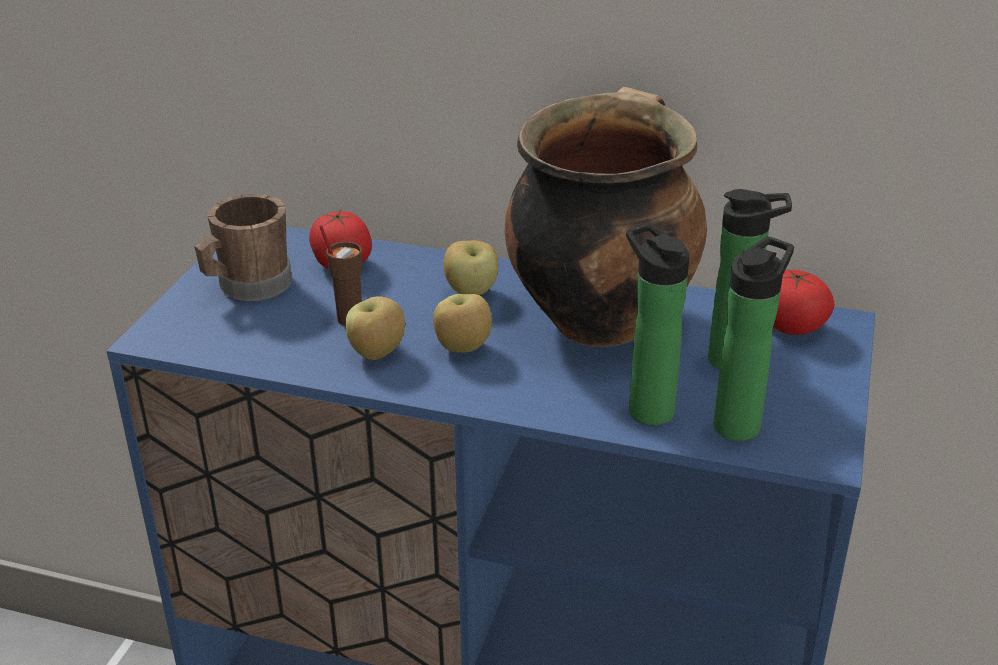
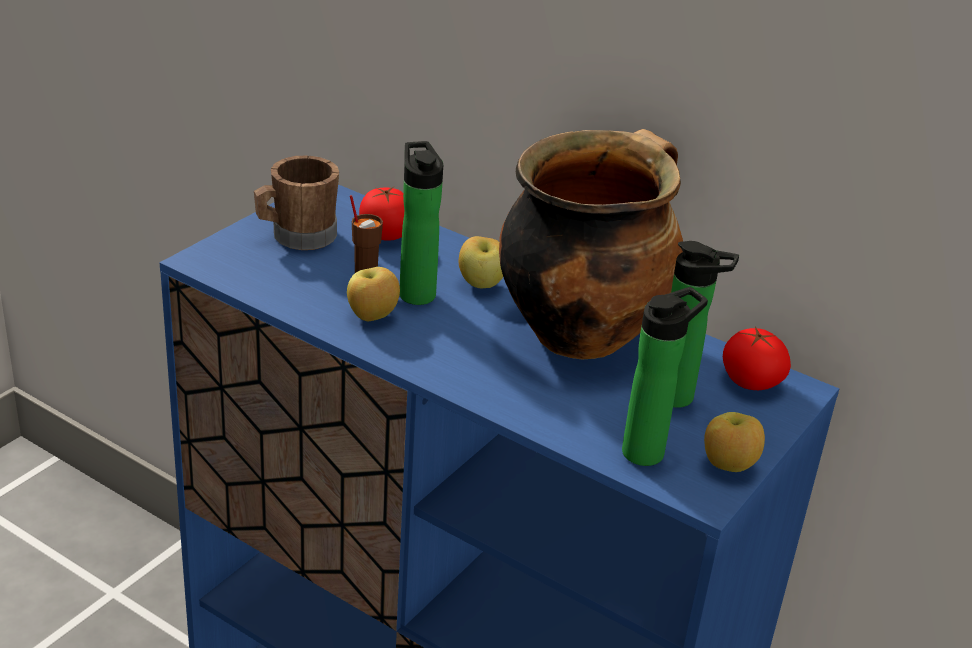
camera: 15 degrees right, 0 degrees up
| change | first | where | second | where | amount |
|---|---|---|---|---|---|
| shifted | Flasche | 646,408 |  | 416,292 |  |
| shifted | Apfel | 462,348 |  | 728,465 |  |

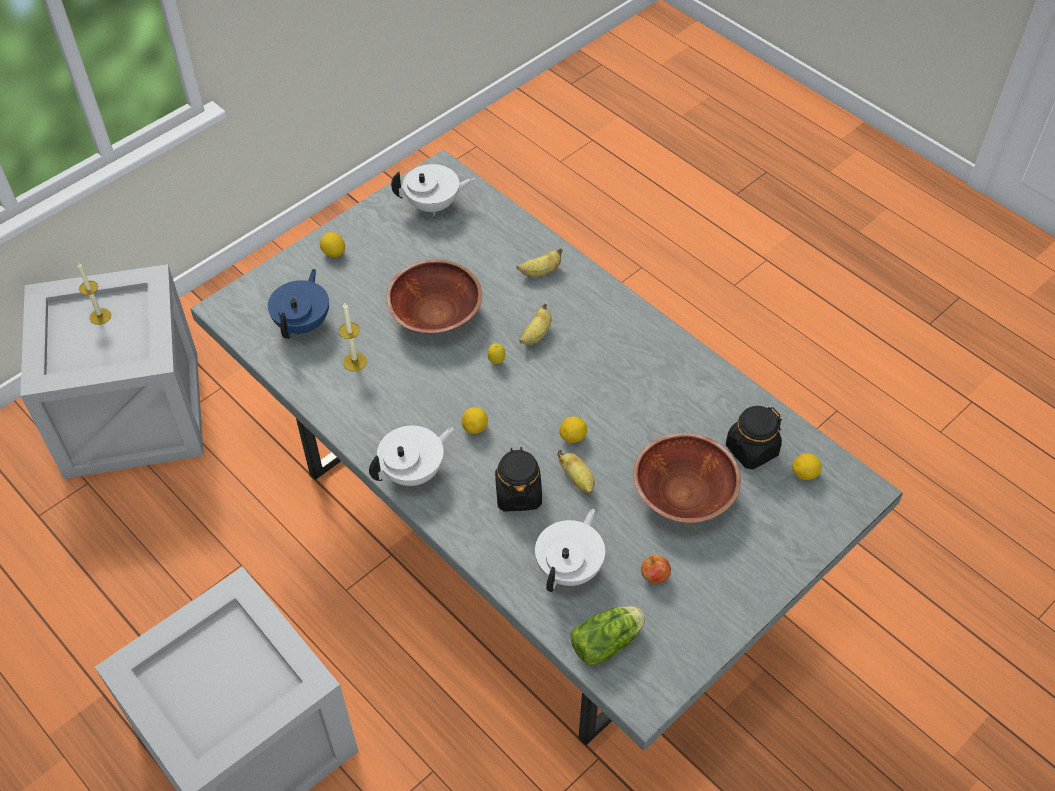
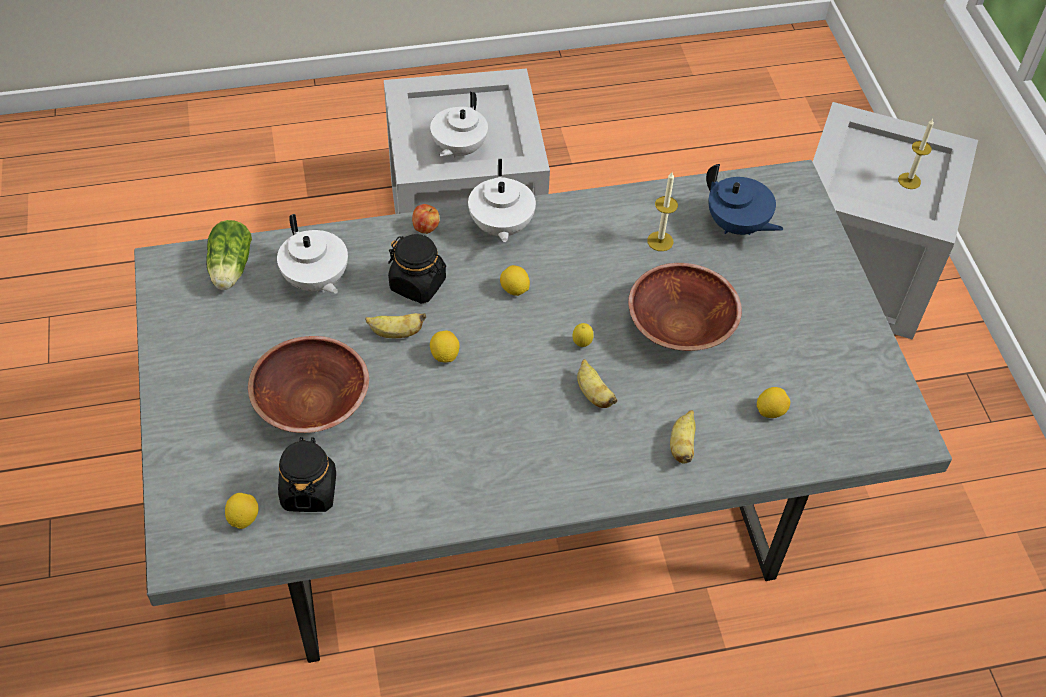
camera: 120 degrees right, 0 degrees up
| change | first | where | second | where | amount |
|---|---|---|---|---|---|
| shifted | Teekanne/weiß | 433,205 |  | 458,149 |  |
| shifted | Zitrone | 333,253 |  | 770,411 |  |
| shifted | Apfel | 654,576 |  | 426,228 |  |

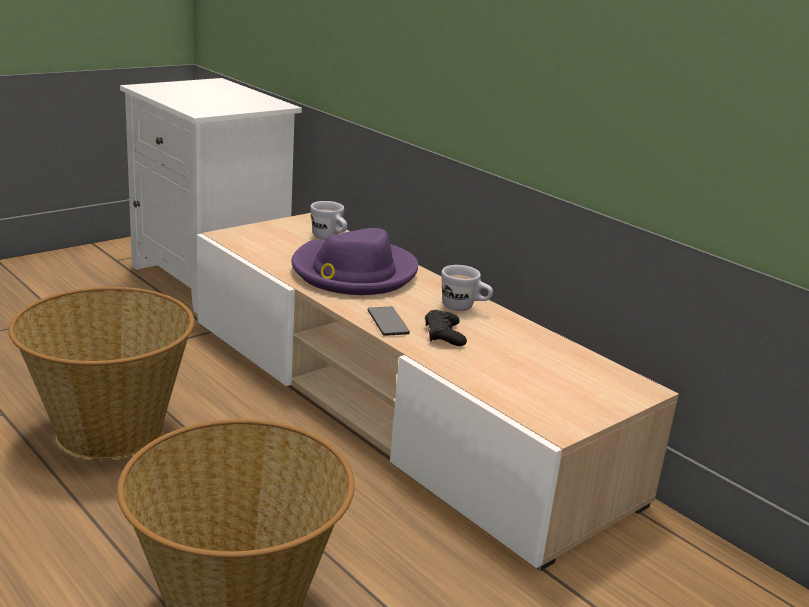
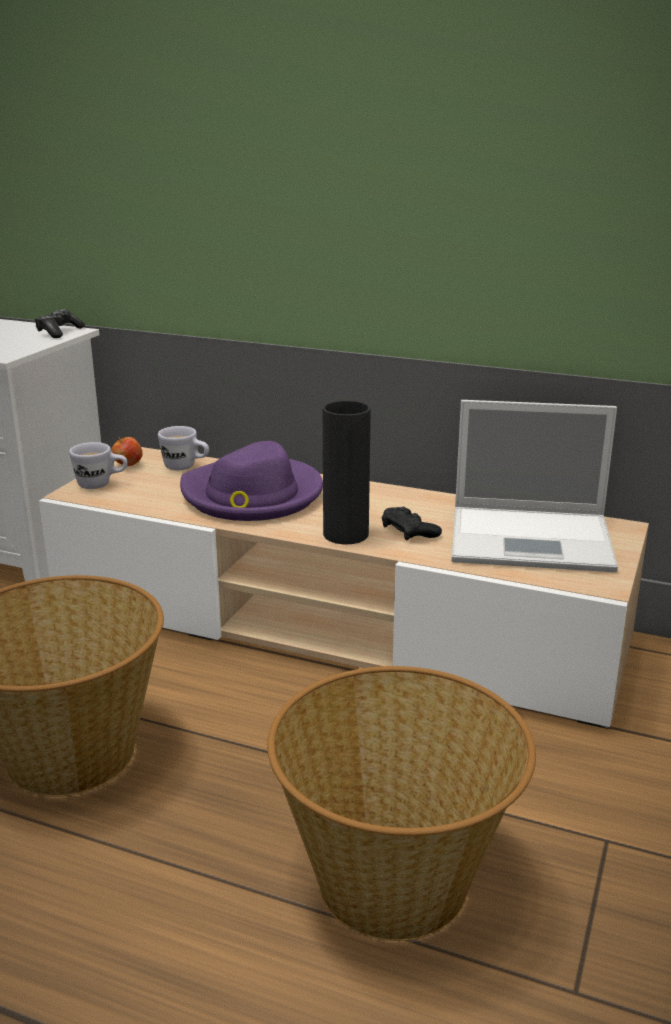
camera: 25 degrees left, 0 degrees up
| change | first | where | second | where | amount |
|---|---|---|---|---|---|
| shifted | Henkelbecher/weiß | 464,308 |  | 101,484 |  |
| swapped | Handy | 388,322 | Vase/schwarz | 346,534 |  |
| new |  |  | Gamepad | 59,332 |  |
| new |  |  | Laptop | 534,539 |  |
| new |  |  | Apfel | 128,465 |  |

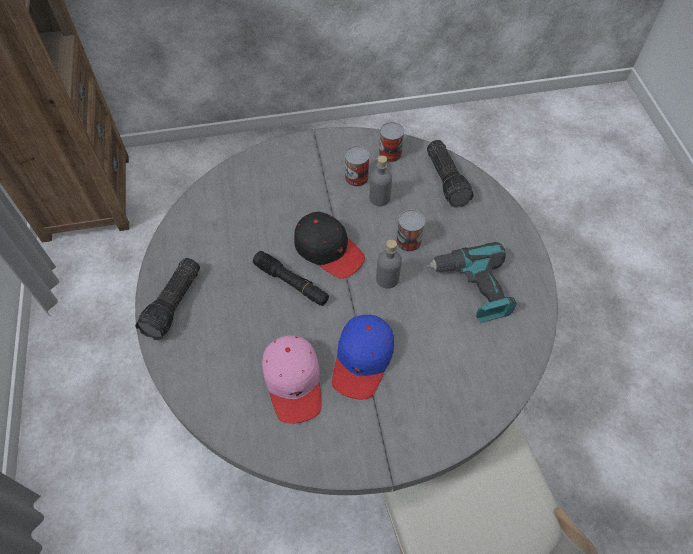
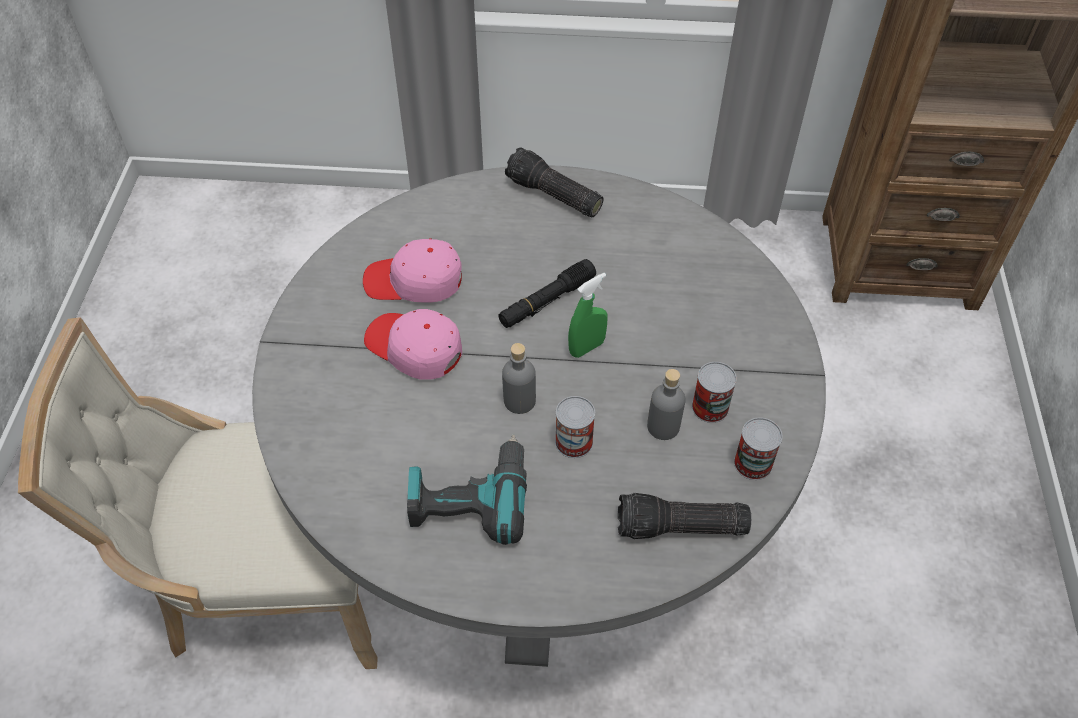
camera: 105 degrees right, 5 degrees down
| change | first | where | second | where | amount |
|---|---|---|---|---|---|
| swapped | Kappe/schwarz | 328,250 | Sprühflasche/grün | 587,347 |  |
| repainted | Kappe/blau | 363,360 | Kappe/rosa | 414,348 |  |

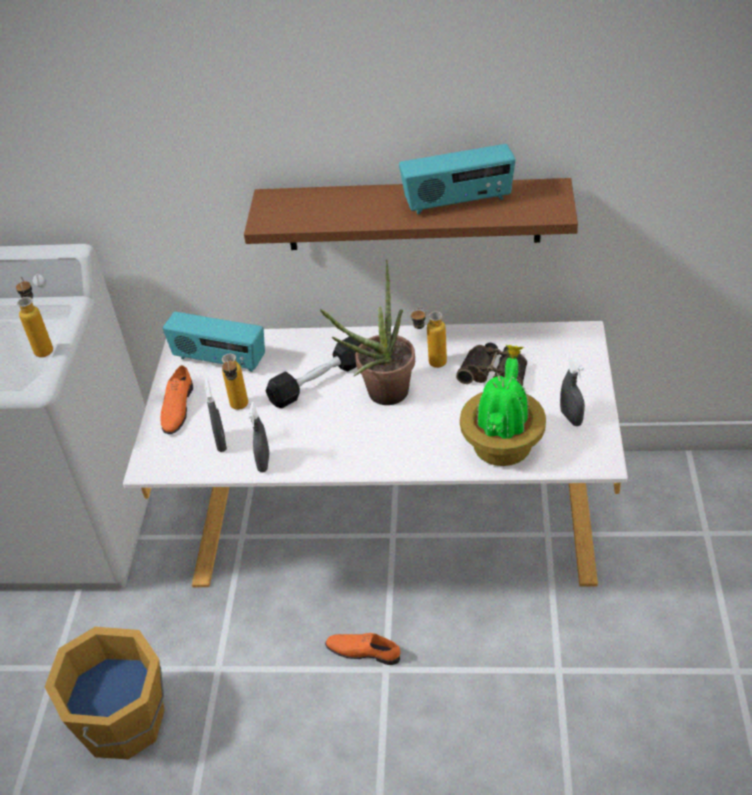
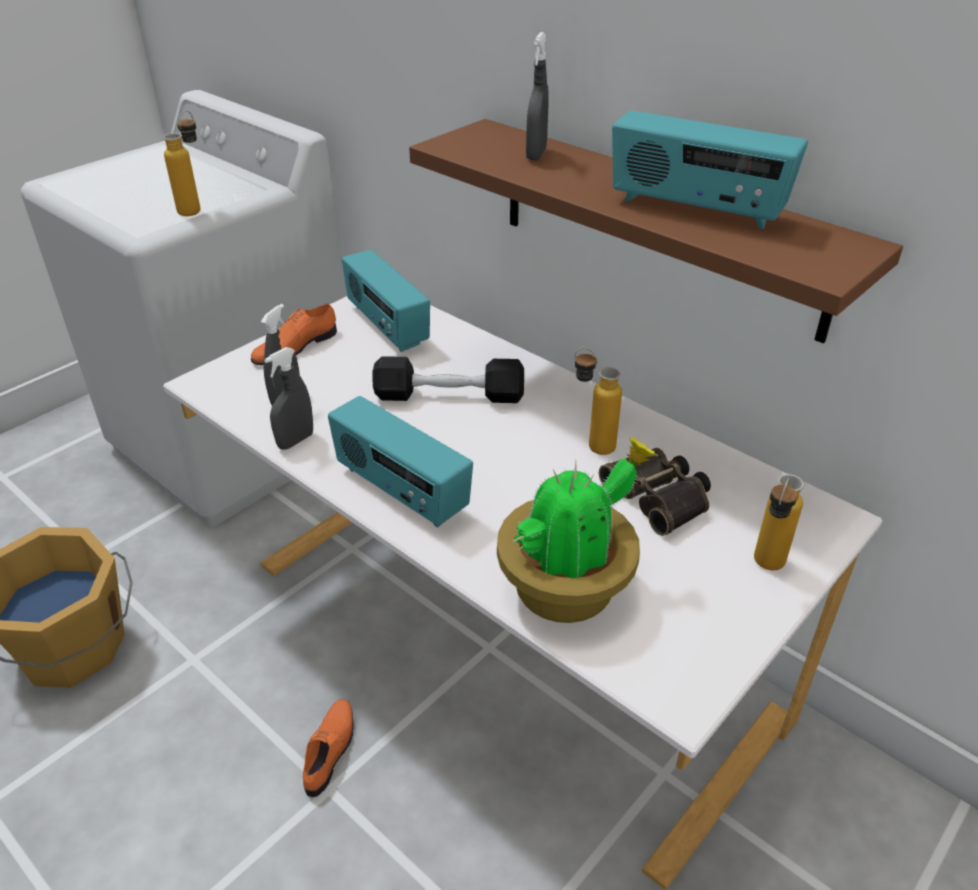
camera: 35 degrees right, 5 degrees down
| change | first | where | second | where | amount |
|---|---|---|---|---|---|
| gone | Topfpflanze | 381,396 |  |  |  |
| shifted | Flasche | 239,409 |  | 765,569 |  |
| shifted | Sprühflasche/grau | 571,418 |  | 536,154 |  |
| rotated | Schuh/orange | 363,650 |  | 330,749 | 45 degrees clockwise |
| new |  |  | Radio | 400,491 |  |

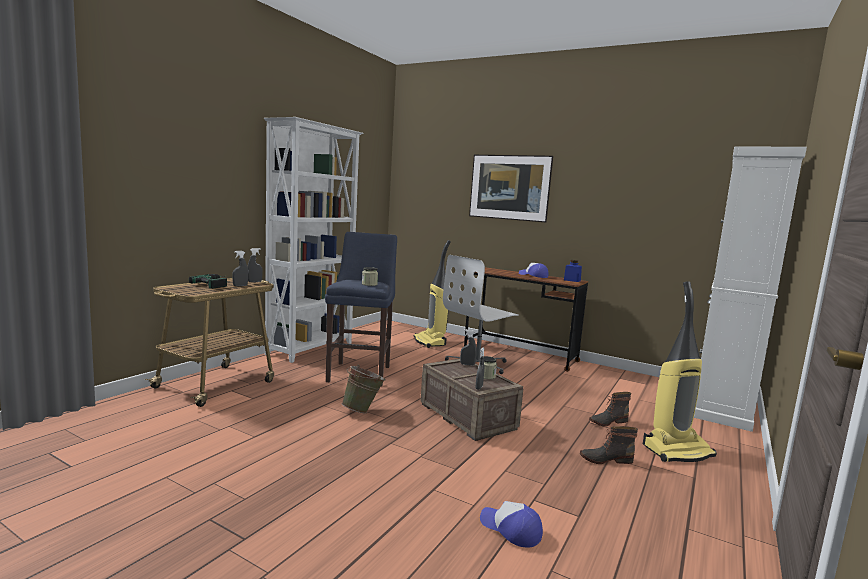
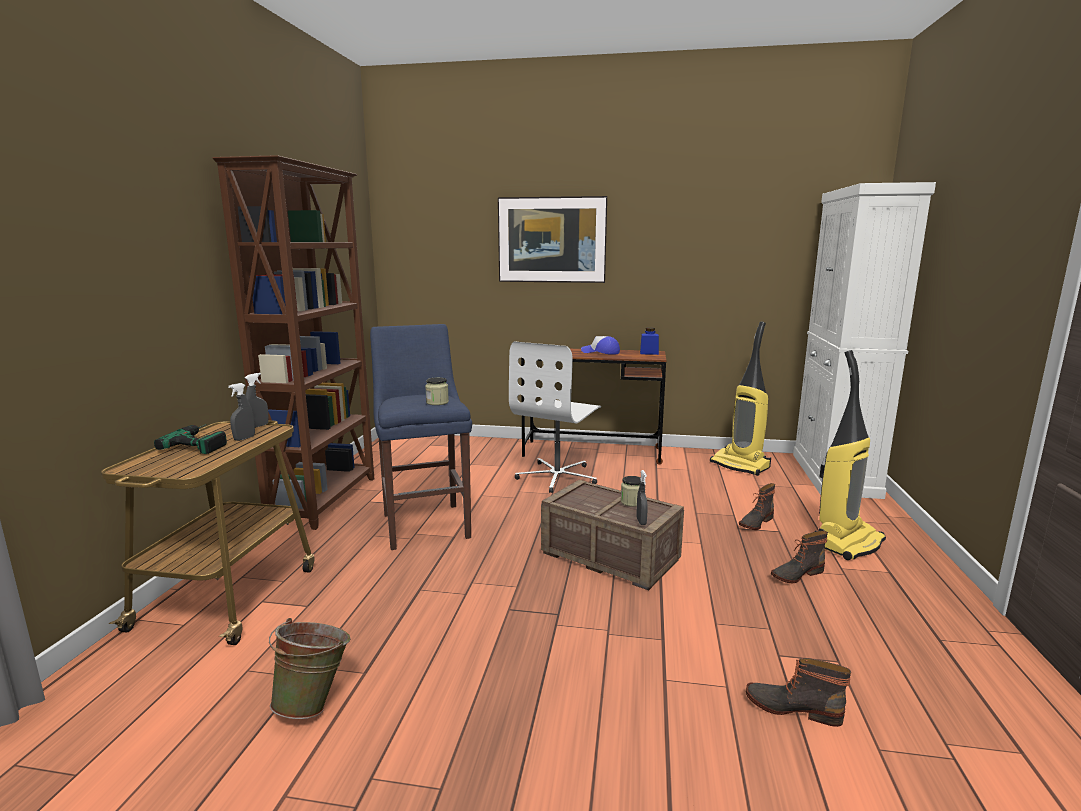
camera: 20 degrees left, 5 degrees up
| change | first | where | second | where | amount |
|---|---|---|---|---|---|
| repainted | Bücherregal/weiß | 311,348 | Bücherregal/braun | 326,500 |  |
| shifted | Staubsauger | 430,342 |  | 741,465 |  |
| gone | Sprühflasche/grau | 467,364 |  |  |  |
| shifted | Eimer/grün | 363,410 |  | 315,702 |  |
| swapped | Kappe | 510,529 | Stiefel | 793,707 |  |

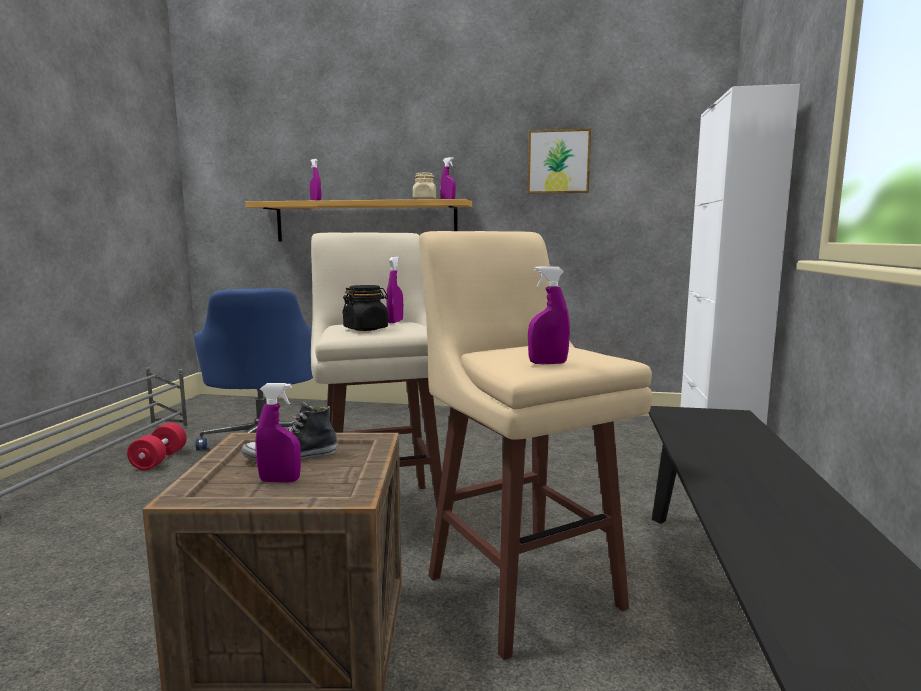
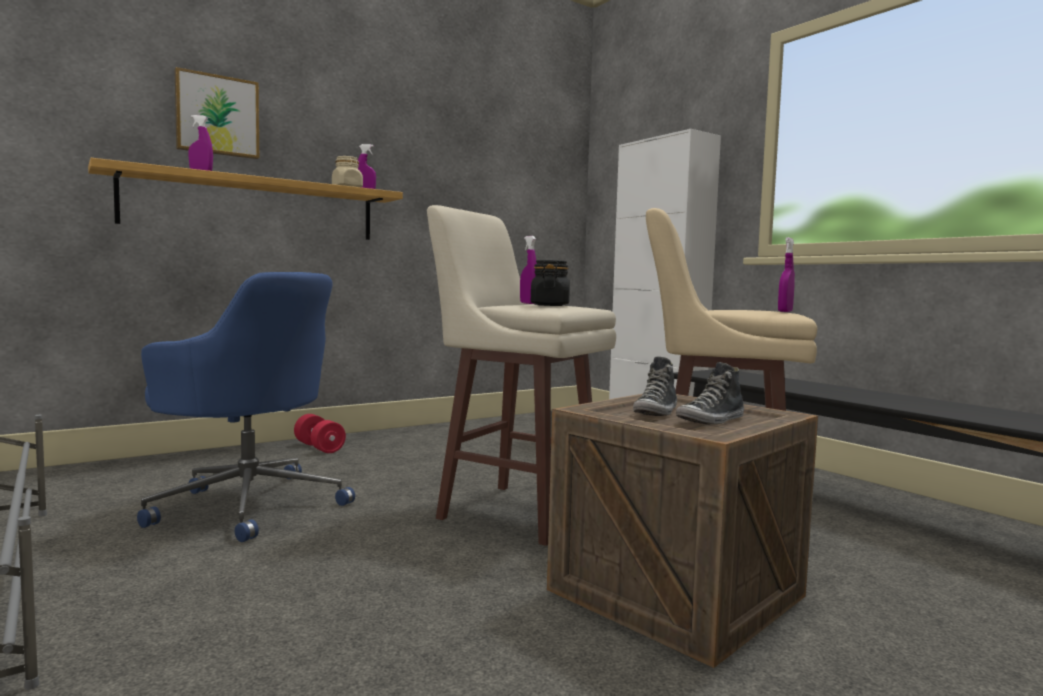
camera: 45 degrees left, 5 degrees down
| change | first | where | second | where | amount |
|---|---|---|---|---|---|
| shifted | Bild | 558,162 |  | 217,116 |  |
| swapped | Sprühflasche/lila | 279,481 | Schuh | 711,421 |  |
| shifted | Hantel/rot | 159,460 |  | 319,447 |  |

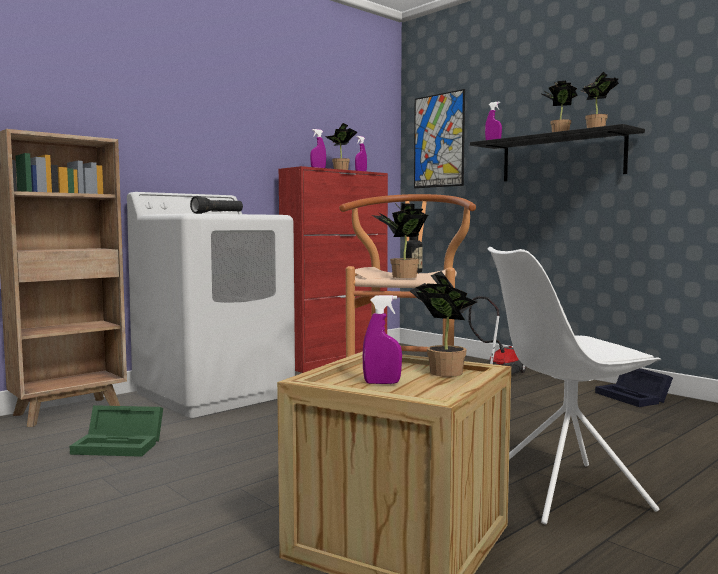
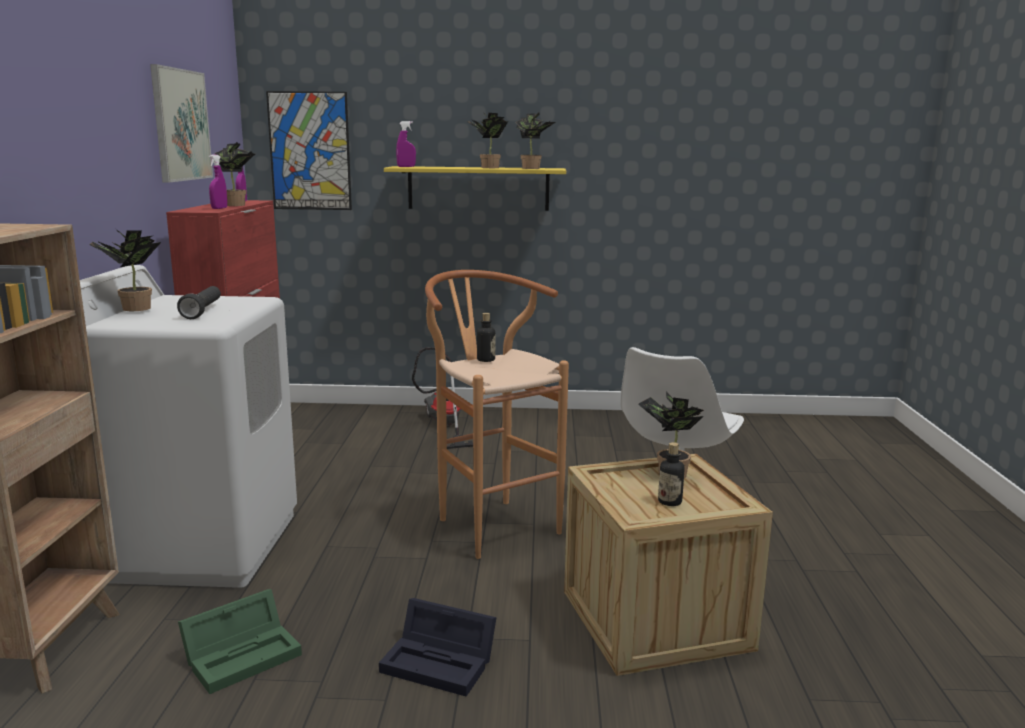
camera: 45 degrees left, 10 degrees up
| change | first | where | second | where | amount |
|---|---|---|---|---|---|
| repainted | Wandregal/schwarz | 561,158 | Wandregal/gelb | 478,188 |  |
| shifted | Topfpflanze | 400,277 |  | 132,309 |  |
| swapped | Sprühflasche/lila | 382,383 | Flasche | 669,501 |  |
| shifted | Aufbewahrungsbox/schwarz | 634,397 |  | 442,662 |  |
| new |  |  | Bild | 181,125 |  |

